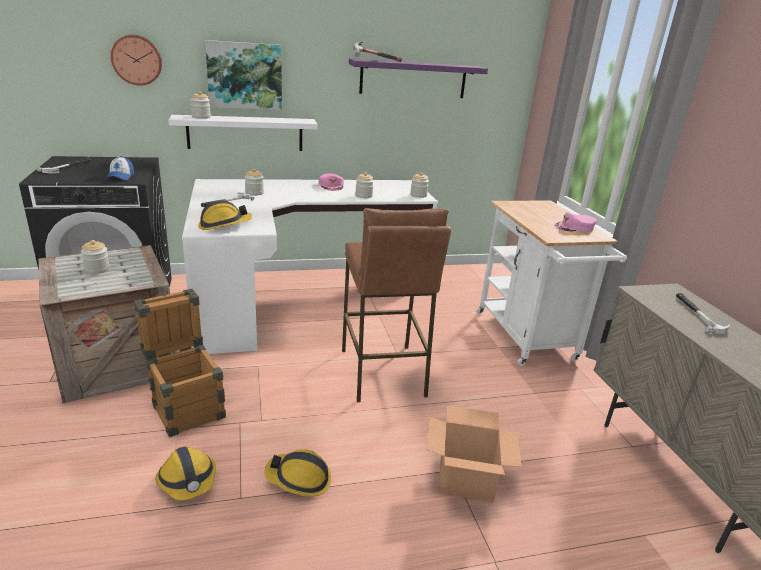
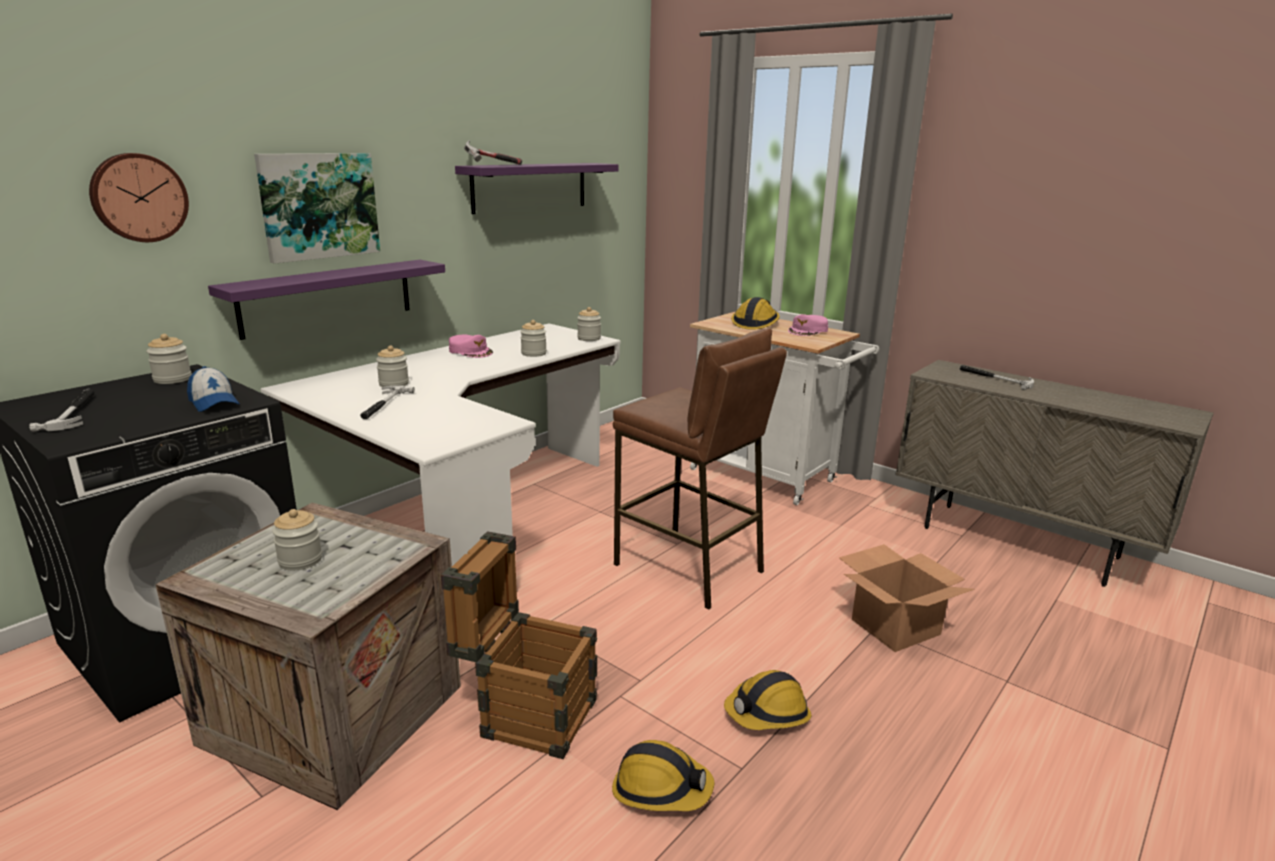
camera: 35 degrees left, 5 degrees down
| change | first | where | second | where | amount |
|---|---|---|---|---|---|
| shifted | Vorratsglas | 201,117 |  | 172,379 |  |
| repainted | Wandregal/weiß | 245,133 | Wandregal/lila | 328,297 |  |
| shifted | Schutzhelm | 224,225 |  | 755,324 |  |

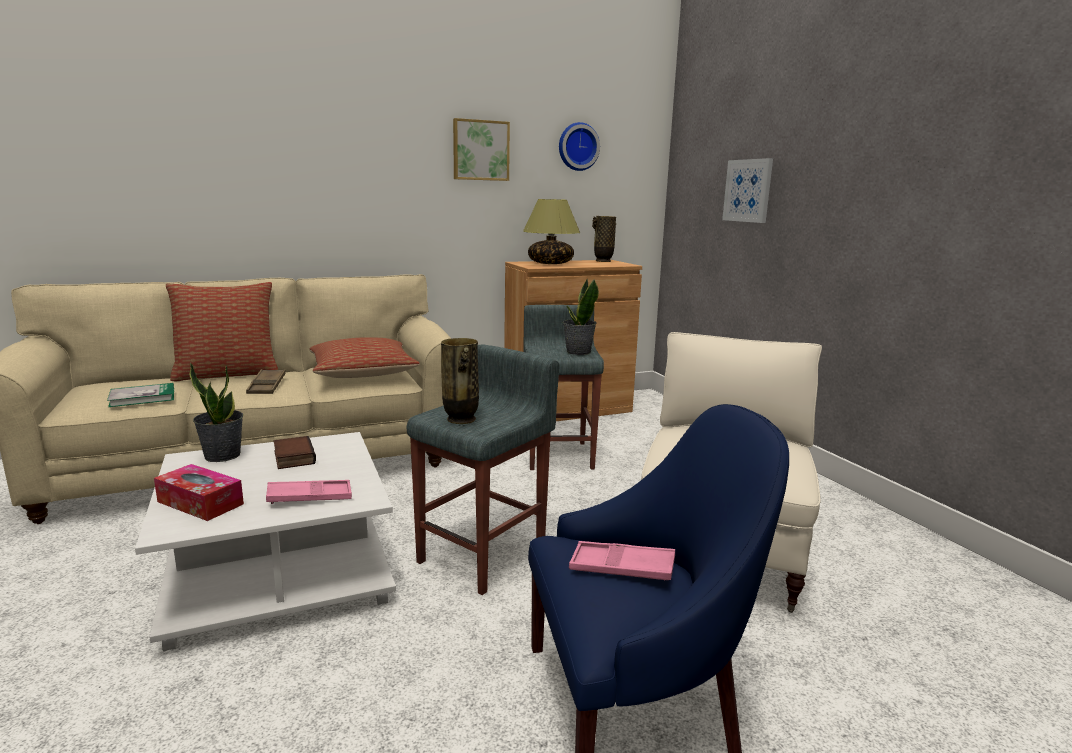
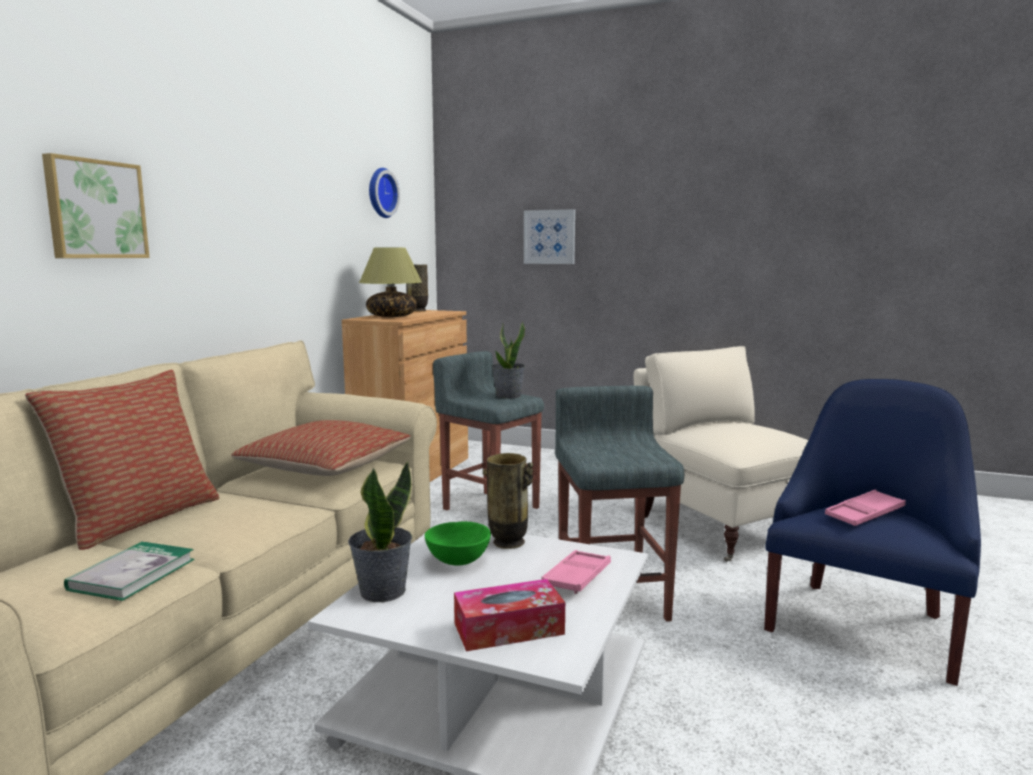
camera: 45 degrees left, 5 degrees down
| change | first | where | second | where | amount |
|---|---|---|---|---|---|
| shifted | Bild | 480,150 |  | 95,209 |  |
| shifted | Vase | 461,420 |  | 508,543 |  |
| gone | Tablett/braun | 267,386 |  |  |  |
| swapped | Buch | 292,457 | Schüssel/grün | 457,561 |  |

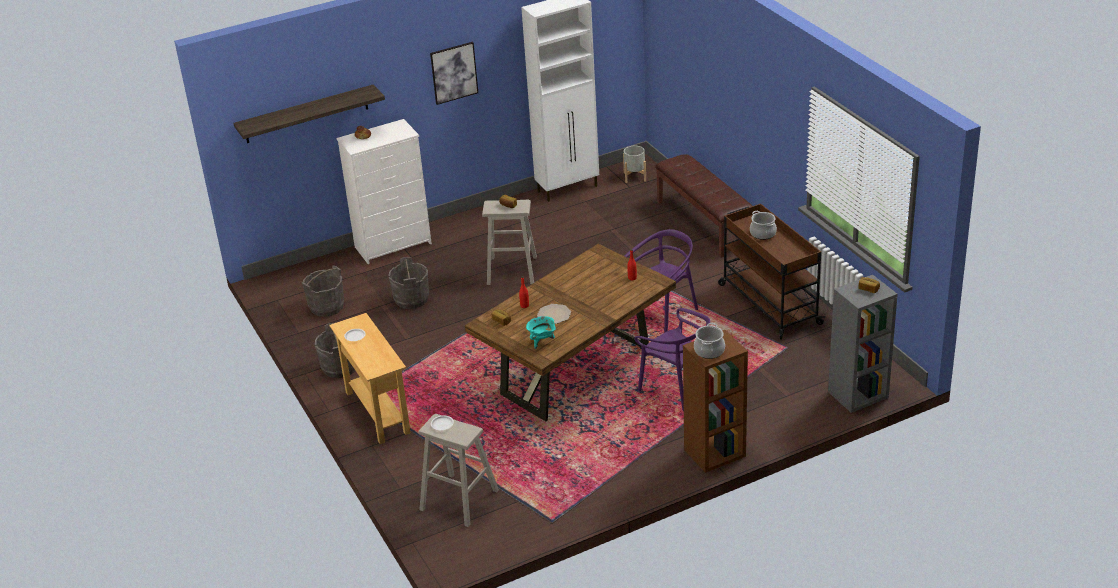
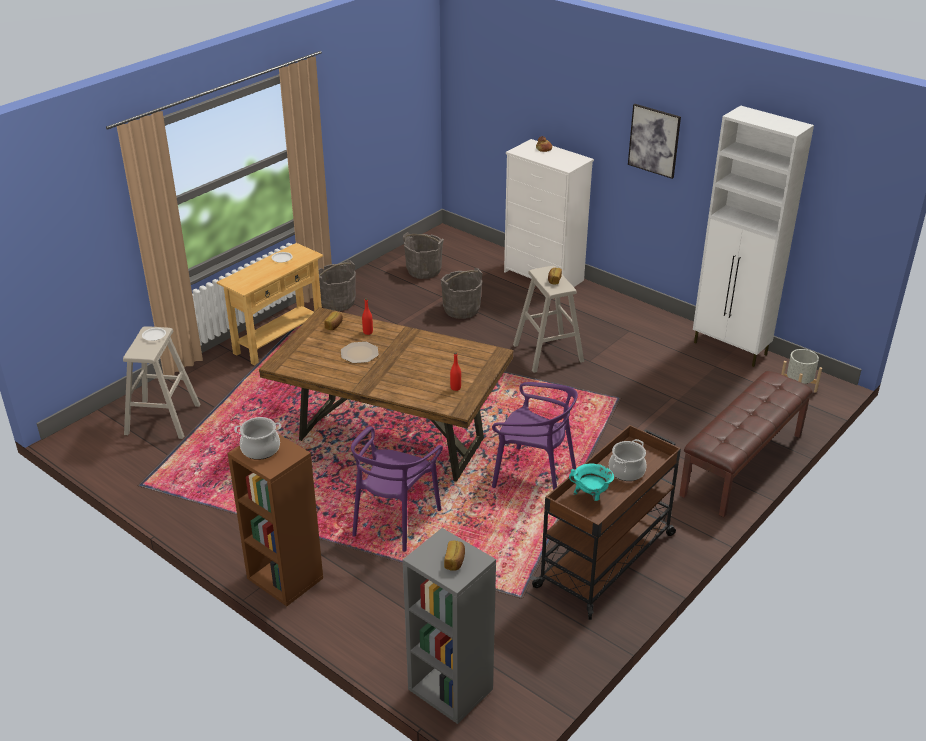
camera: 65 degrees right, 0 degrees up
| change | first | where | second | where | amount |
|---|---|---|---|---|---|
| gone | Wandregal | 306,114 |  |  |  |
| shifted | Kochtopf/türkis | 542,341 |  | 591,495 |  |

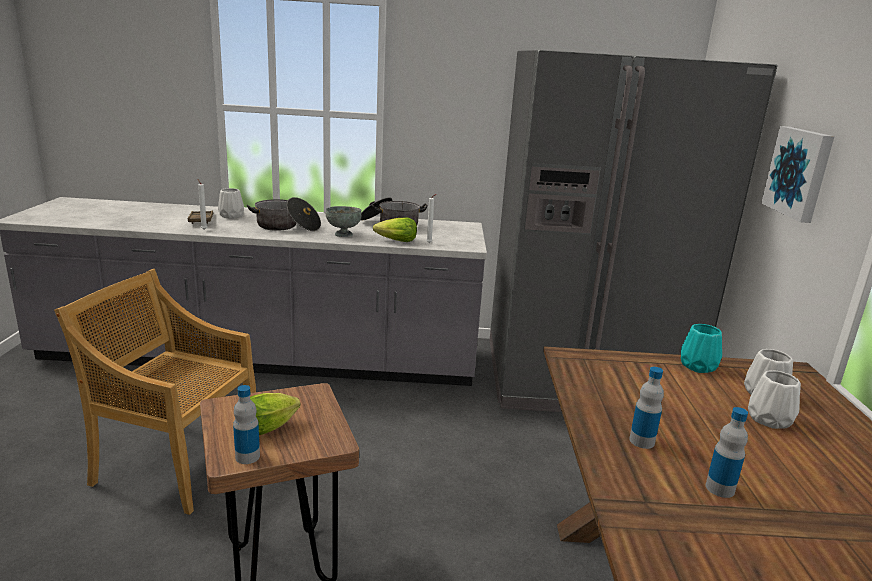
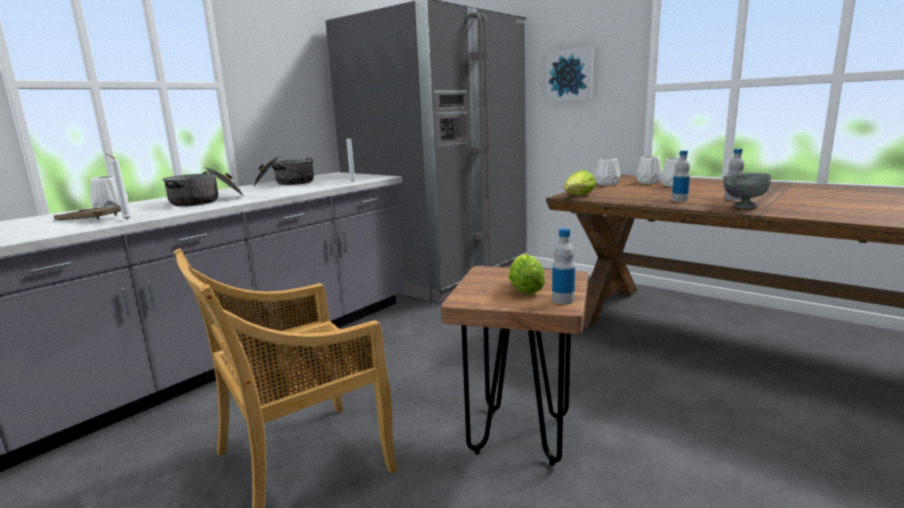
camera: 50 degrees left, 5 degrees down
| change | first | where | second | where | amount |
|---|---|---|---|---|---|
| shifted | Schüssel/grau | 343,234 |  | 743,206 |  |
| shifted | Salatkopf | 396,241 |  | 579,196 |  |
| repainted | Vase/türkis | 698,366 | Vase/weiß | 608,184 |  |

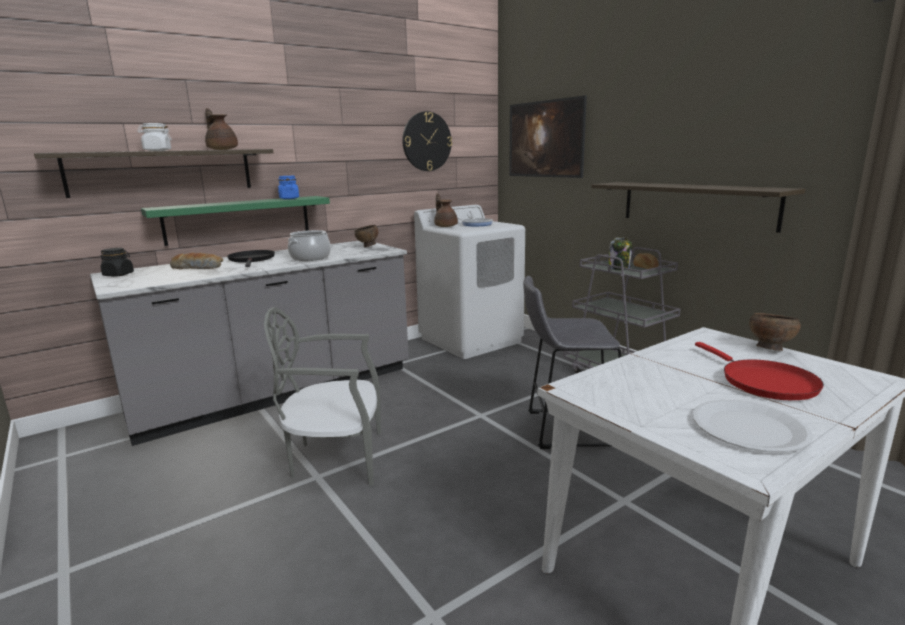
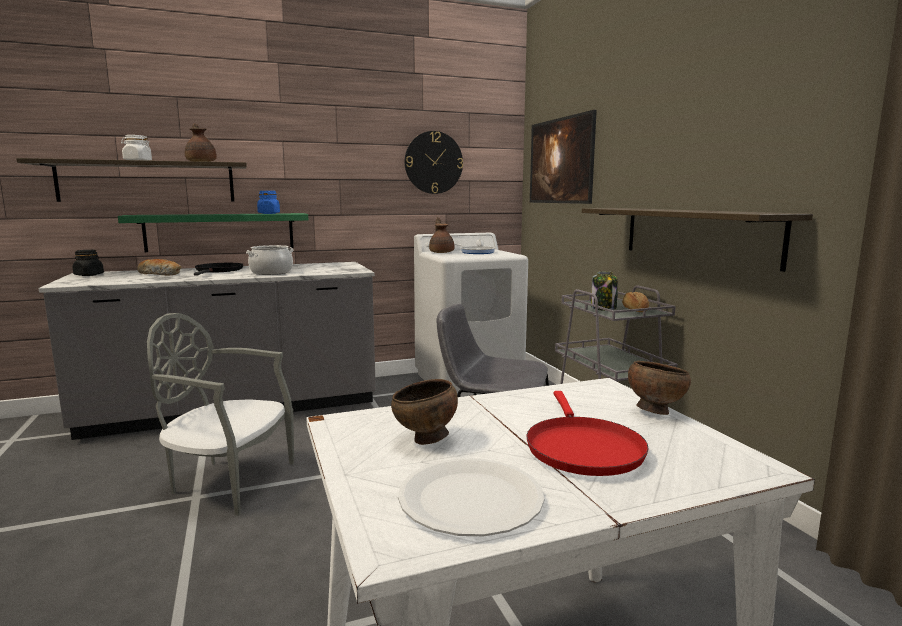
camera: 15 degrees right, 5 degrees down
| change | first | where | second | where | amount |
|---|---|---|---|---|---|
| shifted | Schüssel/braun | 367,246 |  | 425,440 |  |

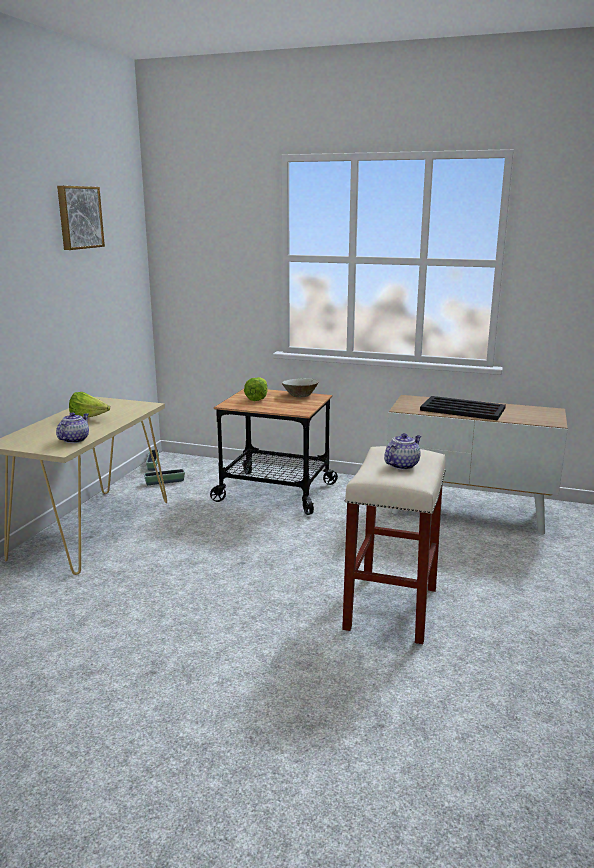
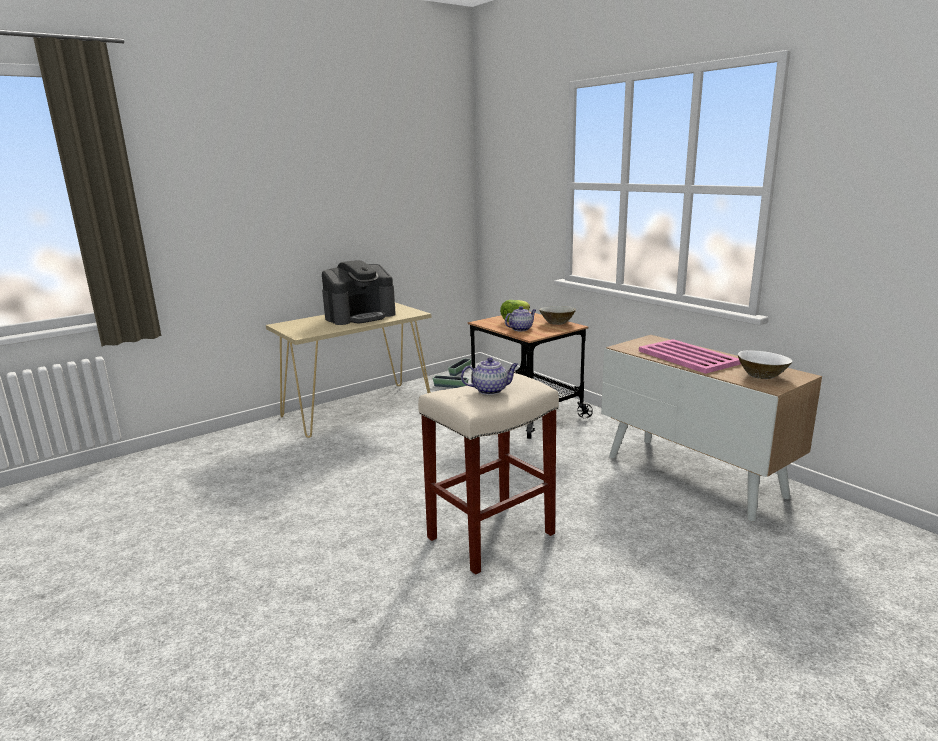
camera: 35 degrees right, 0 degrees up
| change | first | where | second | where | amount |
|---|---|---|---|---|---|
| gone | Bild | 79,217 |  |  |  |
| swapped | Salatkopf | 88,418 | Kaffeemaschine | 360,316 |  |
| repainted | Tablett/schwarz | 463,409 | Tablett/rosa | 688,357 |  |
| shifted | Teekanne | 74,440 |  | 521,329 |  |
| new |  |  | Schüssel/weiß | 762,376 |  |

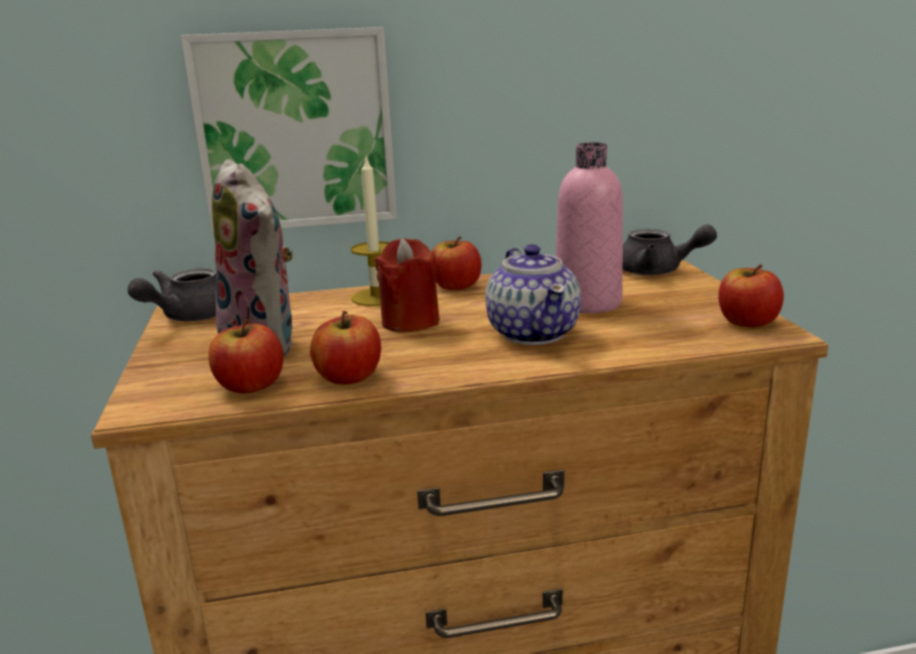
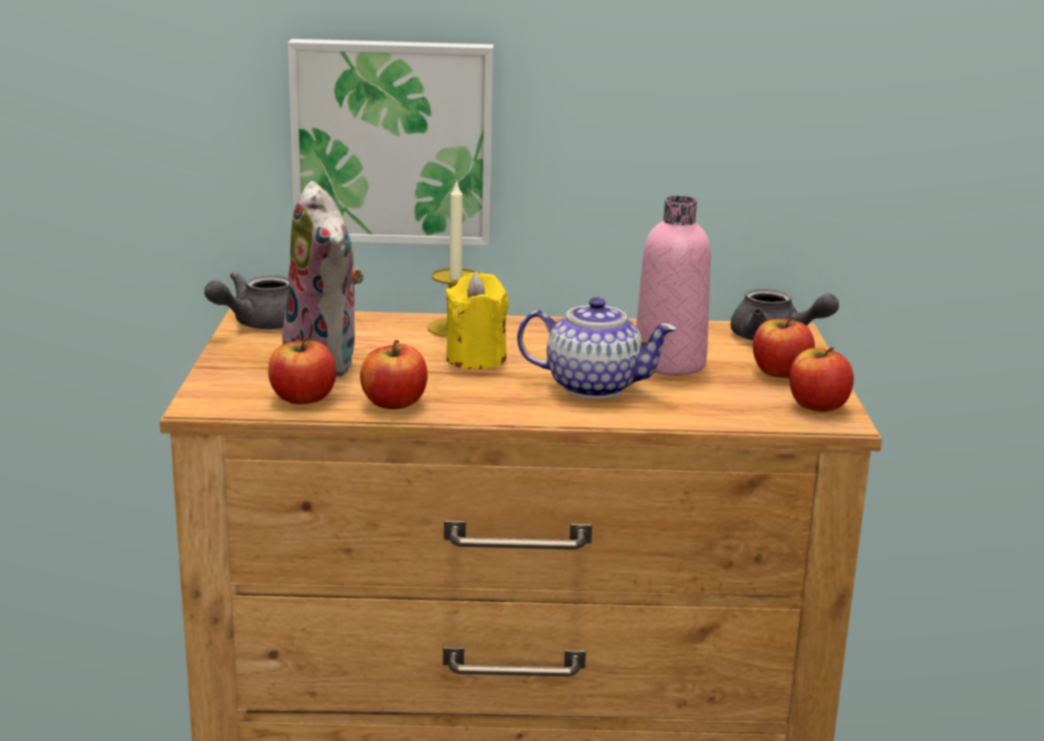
camera: 10 degrees right, 0 degrees up
| change | first | where | second | where | amount |
|---|---|---|---|---|---|
| shifted | Apfel | 456,286 |  | 780,373 |  |
| repainted | Kerze/rot | 410,322 | Kerze/gelb | 476,359 |  |
| rotated | Teekanne | 533,332 |  | 592,386 | 75 degrees counterclockwise |

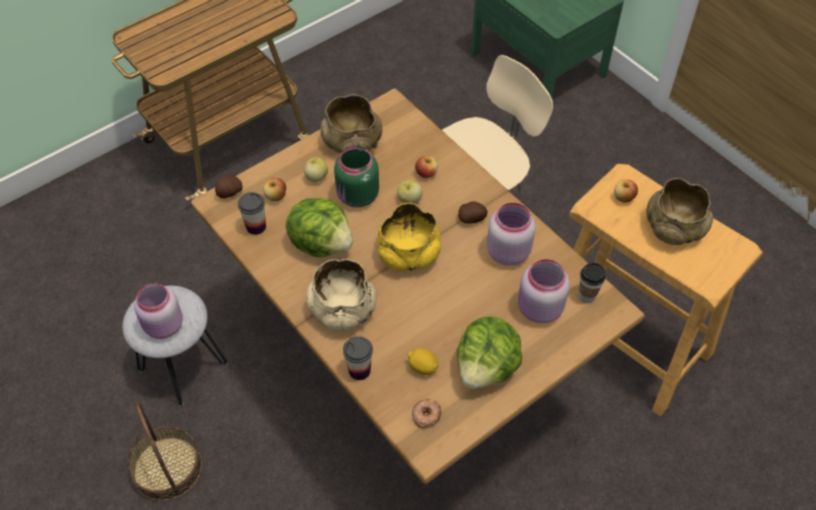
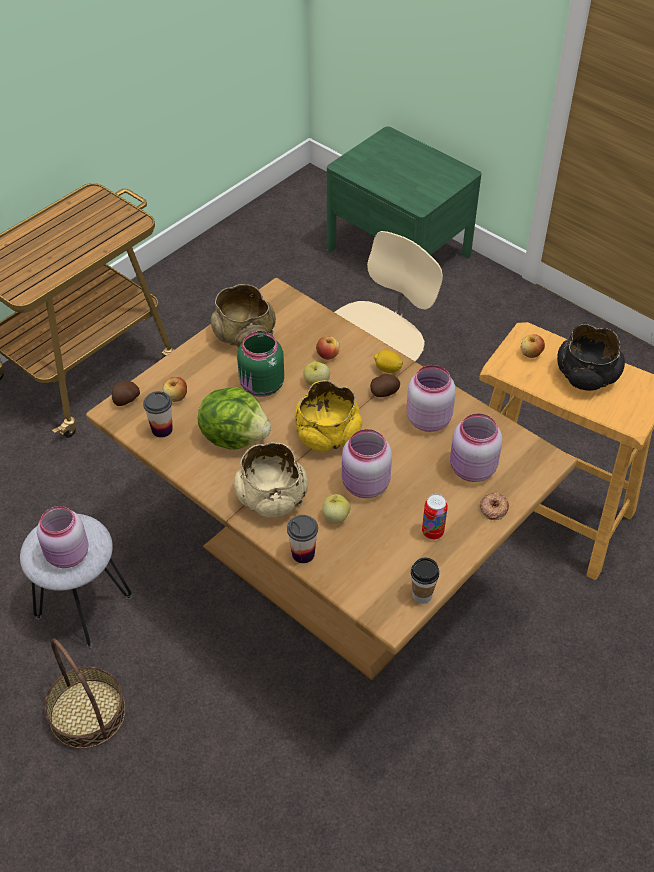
camera: 10 degrees left, 5 degrees down
| change | first | where | second | where | amount |
|---|---|---|---|---|---|
| shifted | Apfel | 316,177 |  | 335,517 |  |
| repainted | Schüssel/beige | 674,228 | Schüssel/schwarz | 586,376 |  |
| shifted | Tasse | 587,295 |  | 422,595 |  |
| swapped | Salatkopf | 487,367 | Dose | 432,532 |  |
| shifted | Zitrone | 422,367 |  | 387,369 |  |
| shifted | Donut | 426,415 |  | 493,508 |  |
| new |  |  | Vorratsglas/rosa | 364,485 |  |

